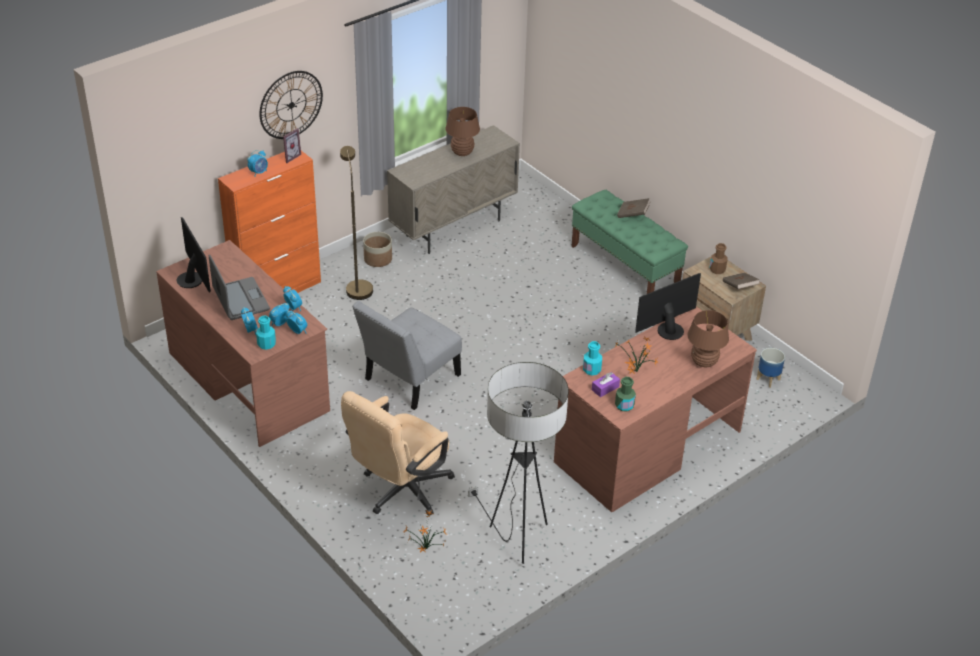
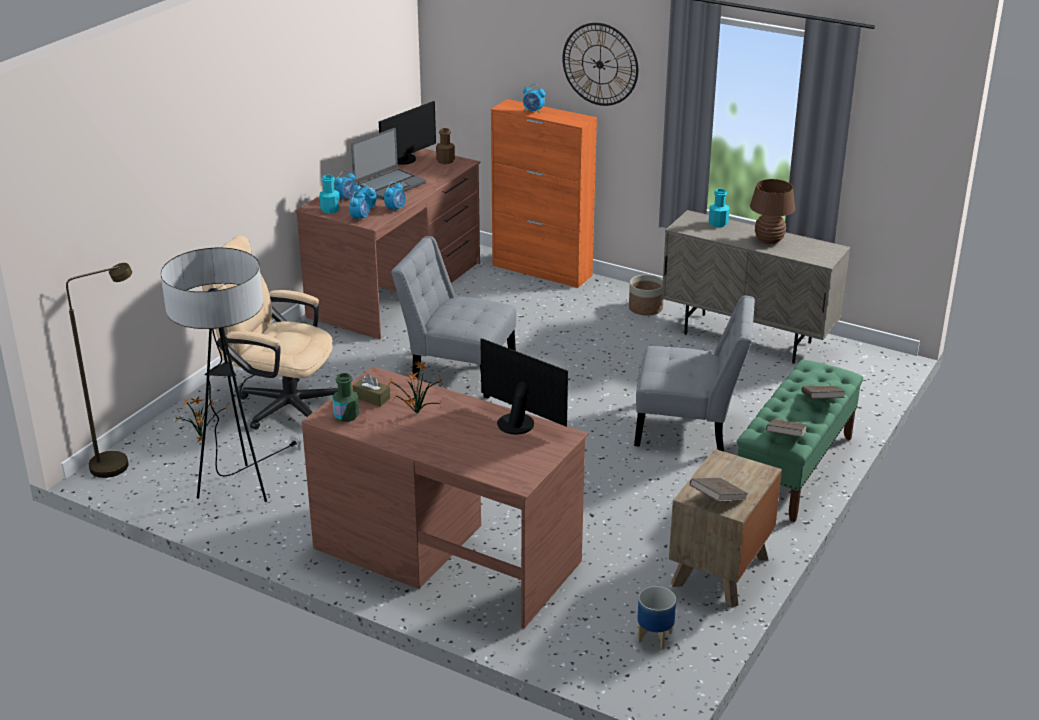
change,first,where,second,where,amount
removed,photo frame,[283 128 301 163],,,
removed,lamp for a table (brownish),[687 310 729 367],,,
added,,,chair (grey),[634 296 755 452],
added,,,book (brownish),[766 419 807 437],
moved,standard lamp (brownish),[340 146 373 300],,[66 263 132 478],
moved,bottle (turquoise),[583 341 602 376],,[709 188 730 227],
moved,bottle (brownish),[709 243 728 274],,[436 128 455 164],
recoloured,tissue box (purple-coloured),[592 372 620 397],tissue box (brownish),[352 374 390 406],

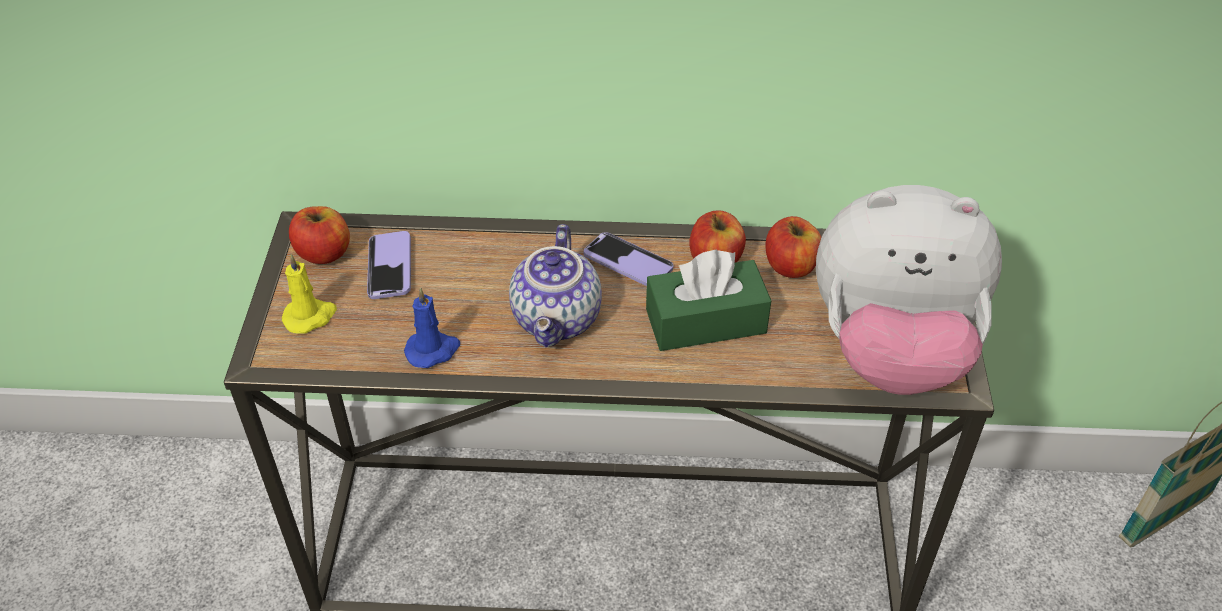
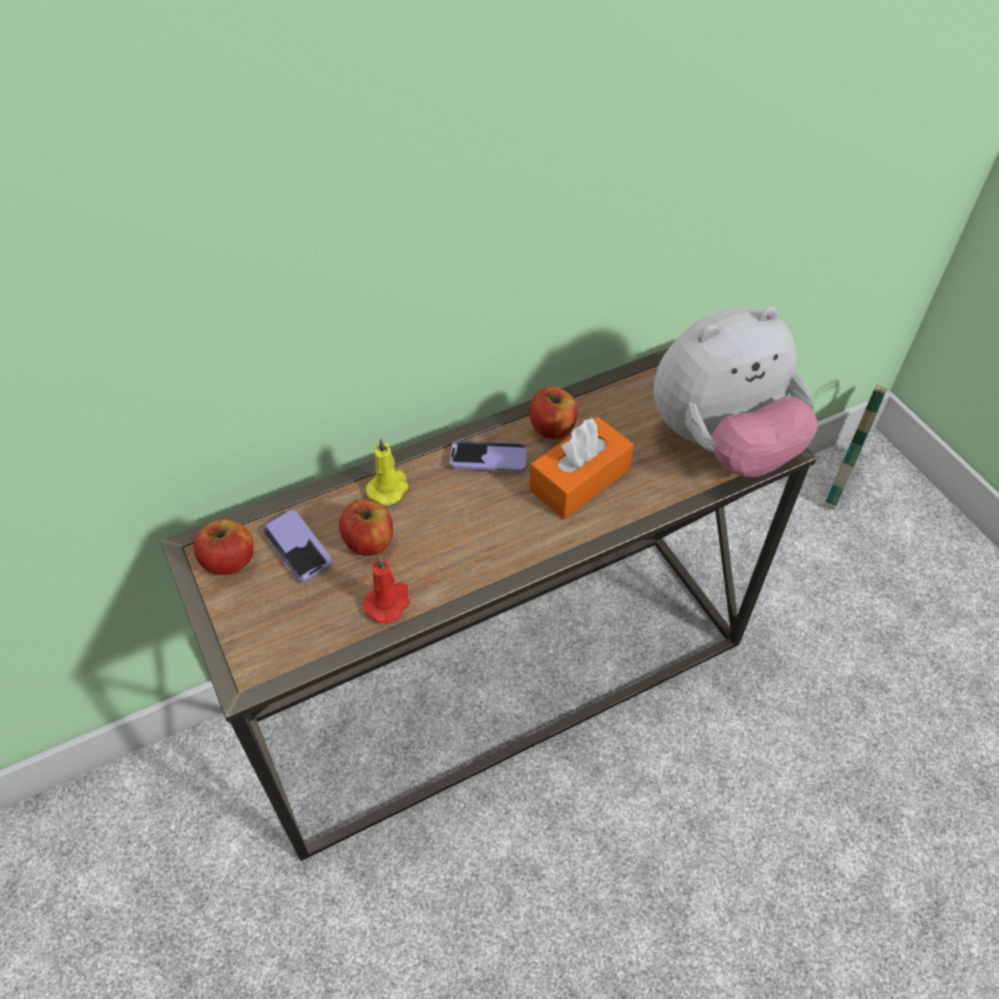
change,first,where,second,where,amount
removed,pot for tea,[509 224 602 347],,,
moved,wax candle (yellowish),[282 254 337 334],,[366 438 409 505],
moved,whole apple,[766 216 821 278],,[339 499 393 556],
recoloured,wax candle (blue),[404 287 460 368],wax candle (red-coloured),[363 556 410 623],
recoloured,tissue box (greenish),[646 250 771 351],tissue box (orangey),[530 417 634 519],

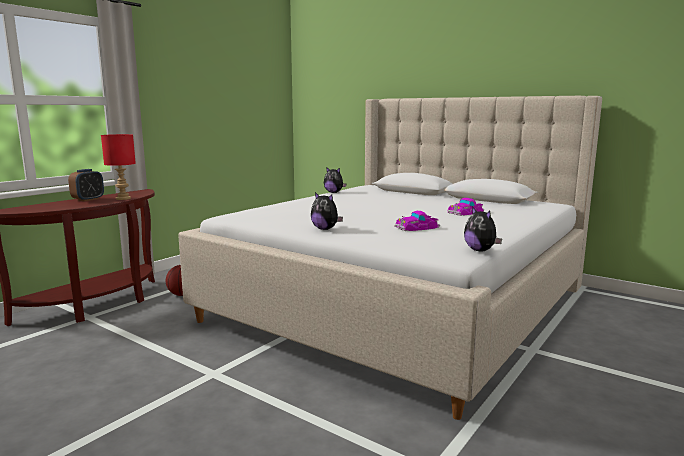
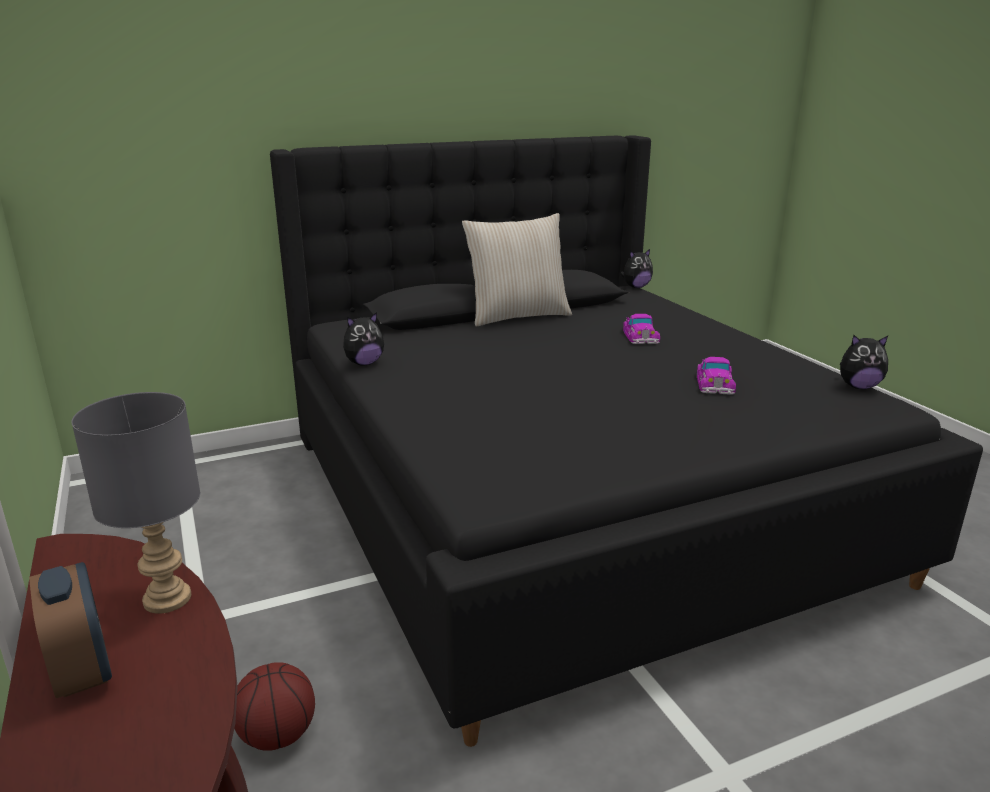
change,first,where,second,where,amount
added,,,throw pillow (beige-coloured),[462 213 572 326],
moved,soft toy,[311 192 343 230],,[620 249 653 288],
recoloured,lamp for a table (red-coloured),[101 134 136 200],lamp for a table (grey),[71 392 200 614],
recoloured,bedroom bed (beige-coloured),[178 96 602 420],bedroom bed (black),[270 135 983 747],

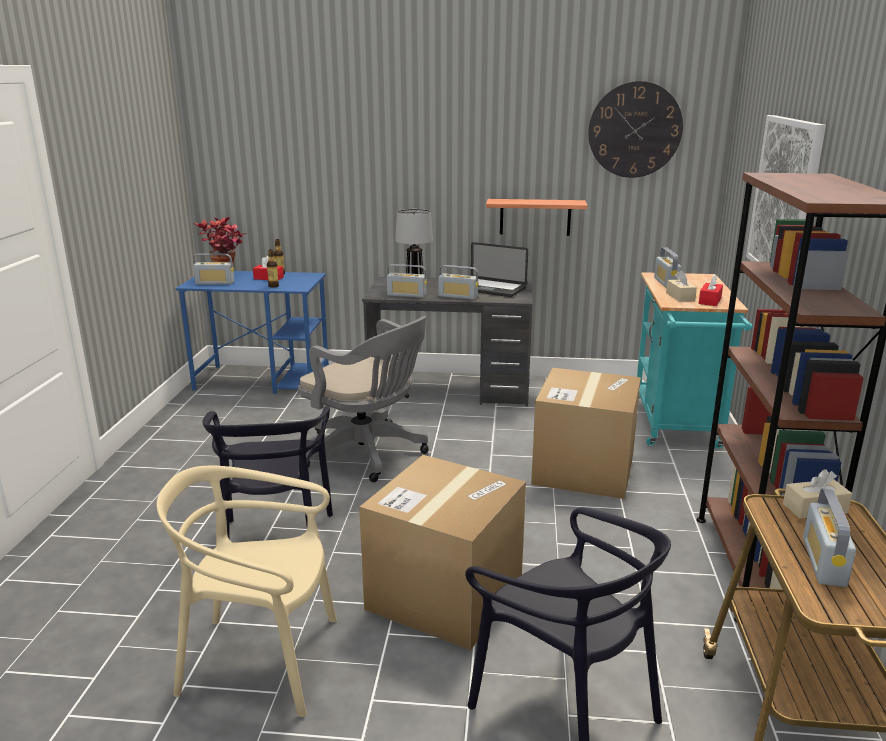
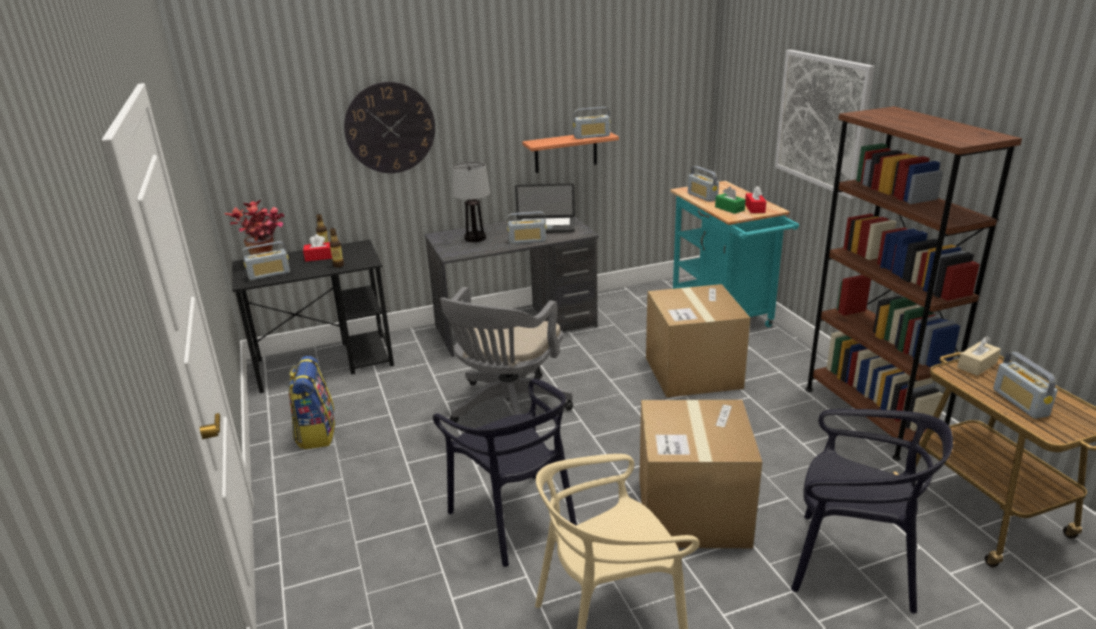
change,first,where,second,where,amount
added,,,backpack,[288 356 335 449],
moved,radio,[387 264 427 298],,[573 107 610 139],
moved,clock on the wall,[588 81 683 178],,[344 82 435 173],
recoloured,desk unit (blue),[175 271 329 394],desk unit (black),[232 240 394 393],
recoloured,tissue box (beige-coloured),[666 270 697 302],tissue box (greenish),[715 187 746 214],
turned,computer chair (grey),[298 316 429 482],,[440 287 573 423],105 degrees clockwise

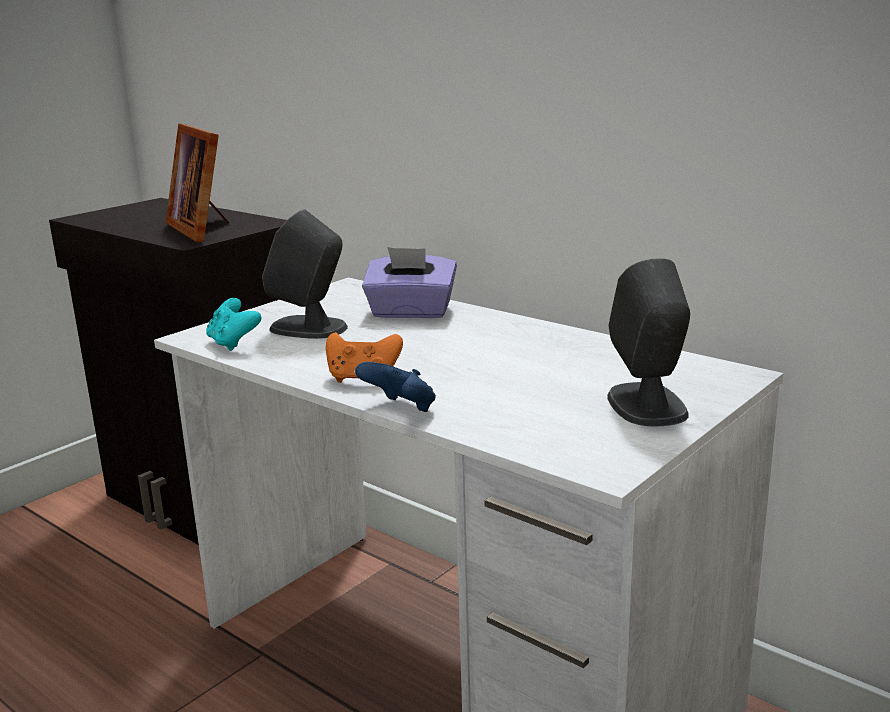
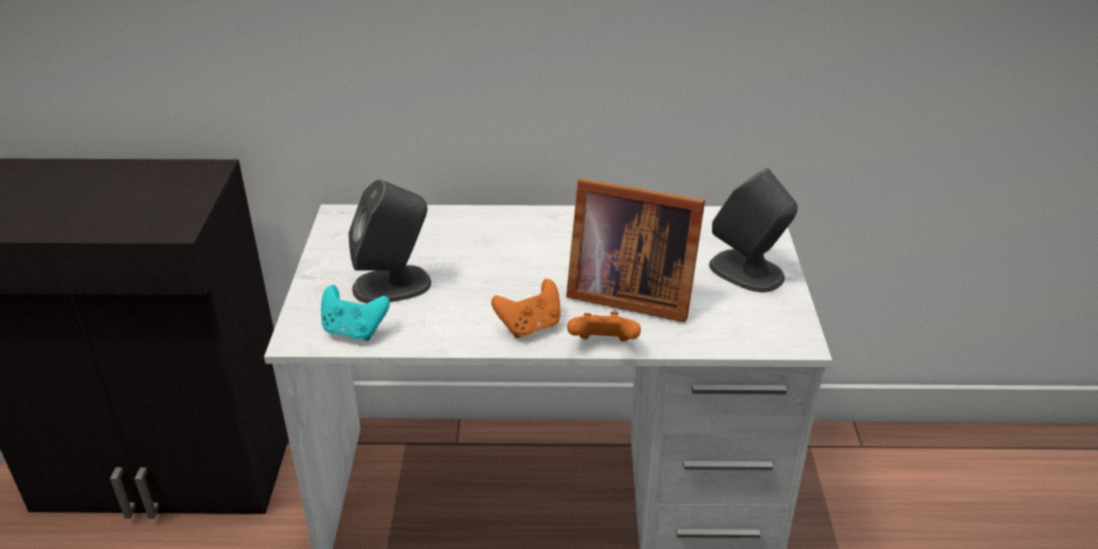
change,first,where,second,where,amount
removed,tissue box (purple-coloured),[362 247 457 318],,,
moved,photo frame,[166 123 229 242],,[566 178 705 323],
recoloured,gamepad (blue),[355 362 436 412],gamepad (orangey),[567 311 641 342],

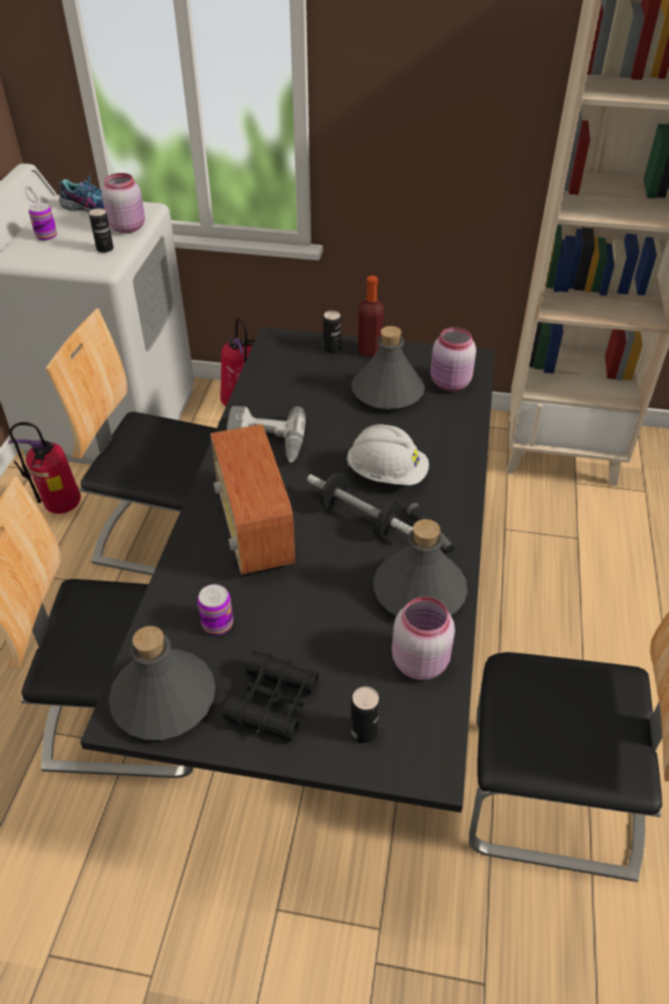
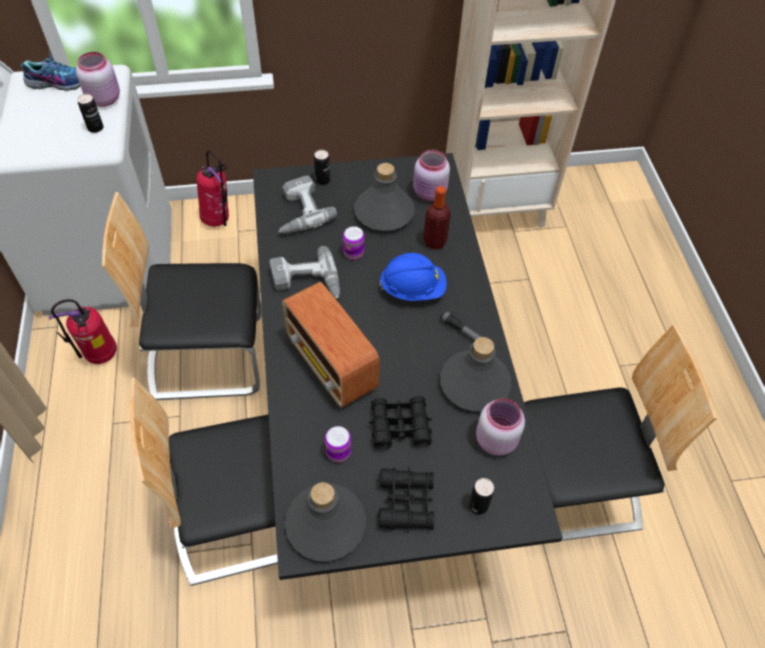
change,first,where,second,where,amount
removed,free weight,[307 473 413 537],,,
added,,,drill,[278 175 337 233],
added,,,binoculars (black),[369 396 432 450],
moved,metal can,[29 203 57 241],,[343 226 364 260],
moved,bottle,[358 276 384 356],,[423 186 451 250],
recoloured,safety helmet (whitish),[346 424 429 485],safety helmet (blue),[379 253 447 301],

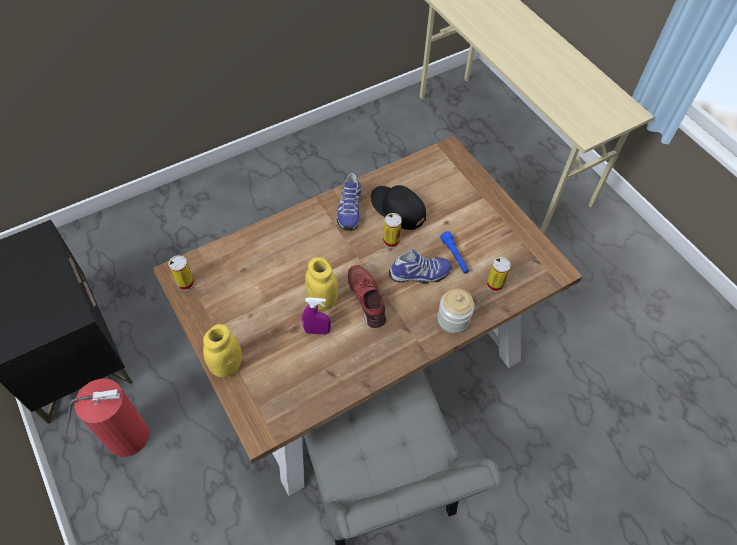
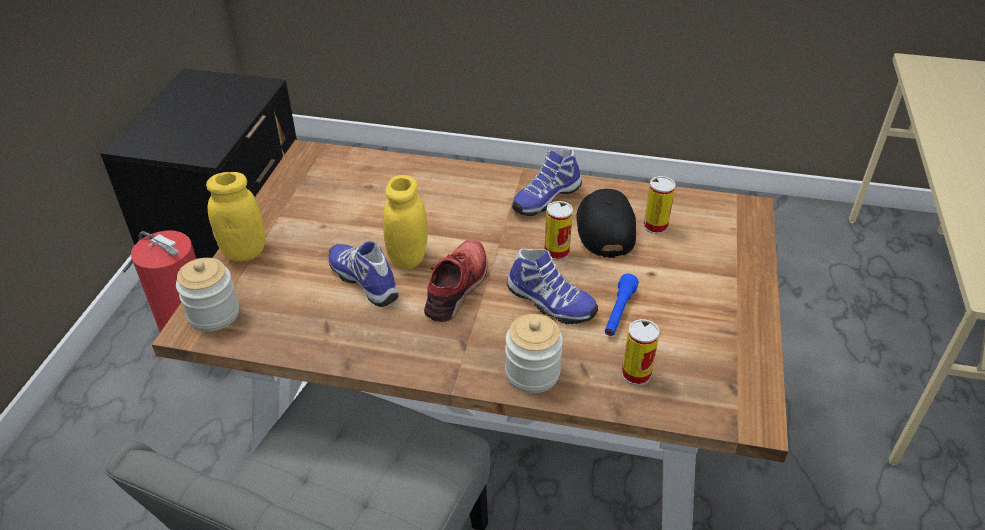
change,first,where,second,where,amount
added,,,storage jar,[176 258 239 332],
moved,metal can,[169 255 194 291],,[643 176 675 234],
replaced,sprayer (purple-coloured),[302 298 331 335],low shoe,[328 241 399 307],

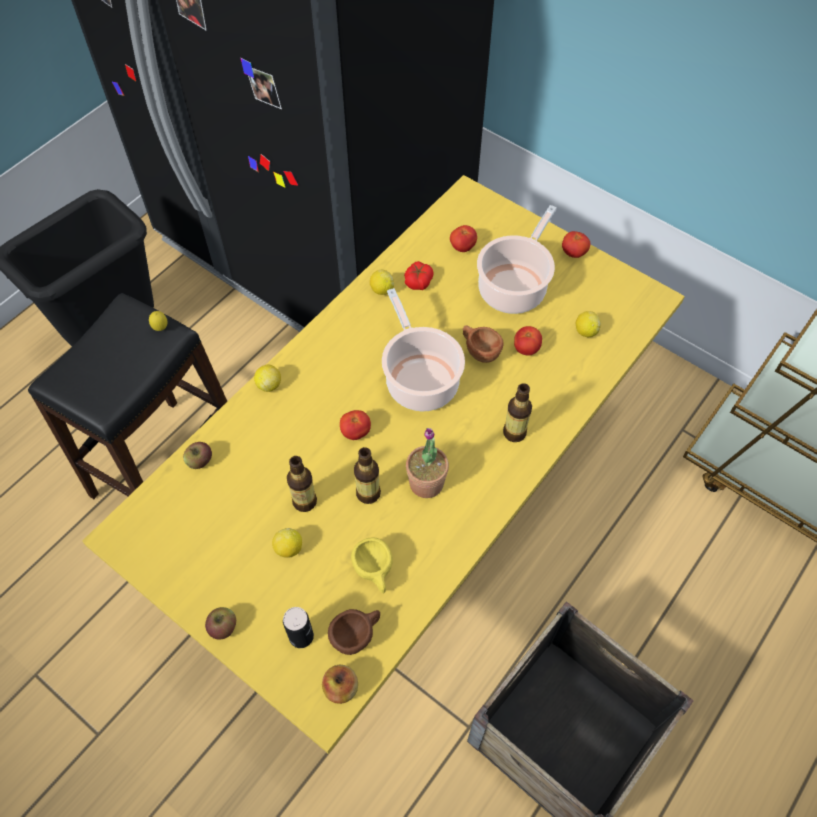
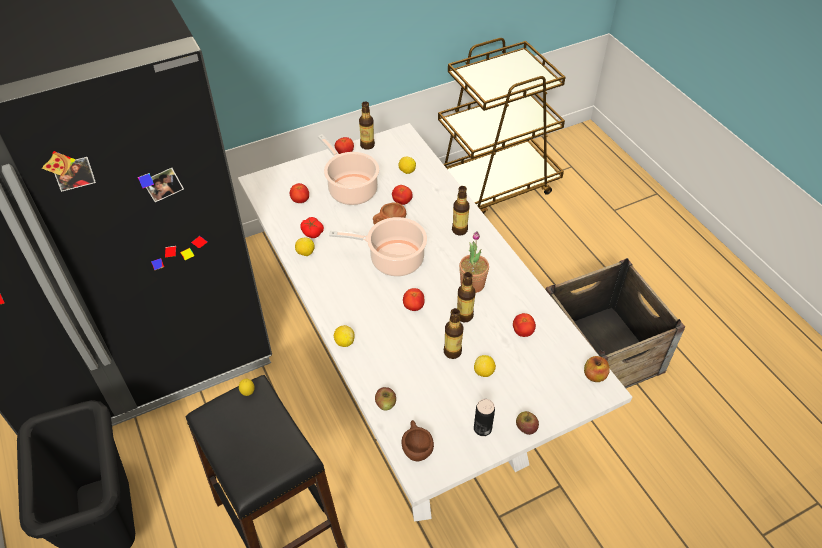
change,first,where,second,where,amount
added,,,bottle,[359 101 375 150],
moved,metal can,[283 607 314 648],,[474 399 495 436],
moved,small cup (brownish),[328 609 380 655],,[402 420 434 461],
replaced,small cup (yellowish),[351 537 393 593],tomato,[513 313 536 337],
recoloured,dining table (yellowish),[82 175 685 754],dining table (whitish),[238 123 632 522],

